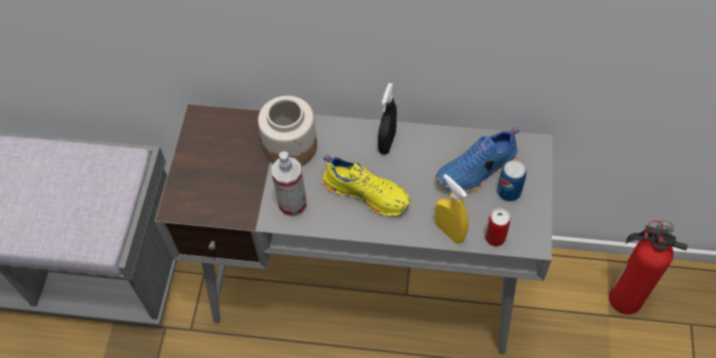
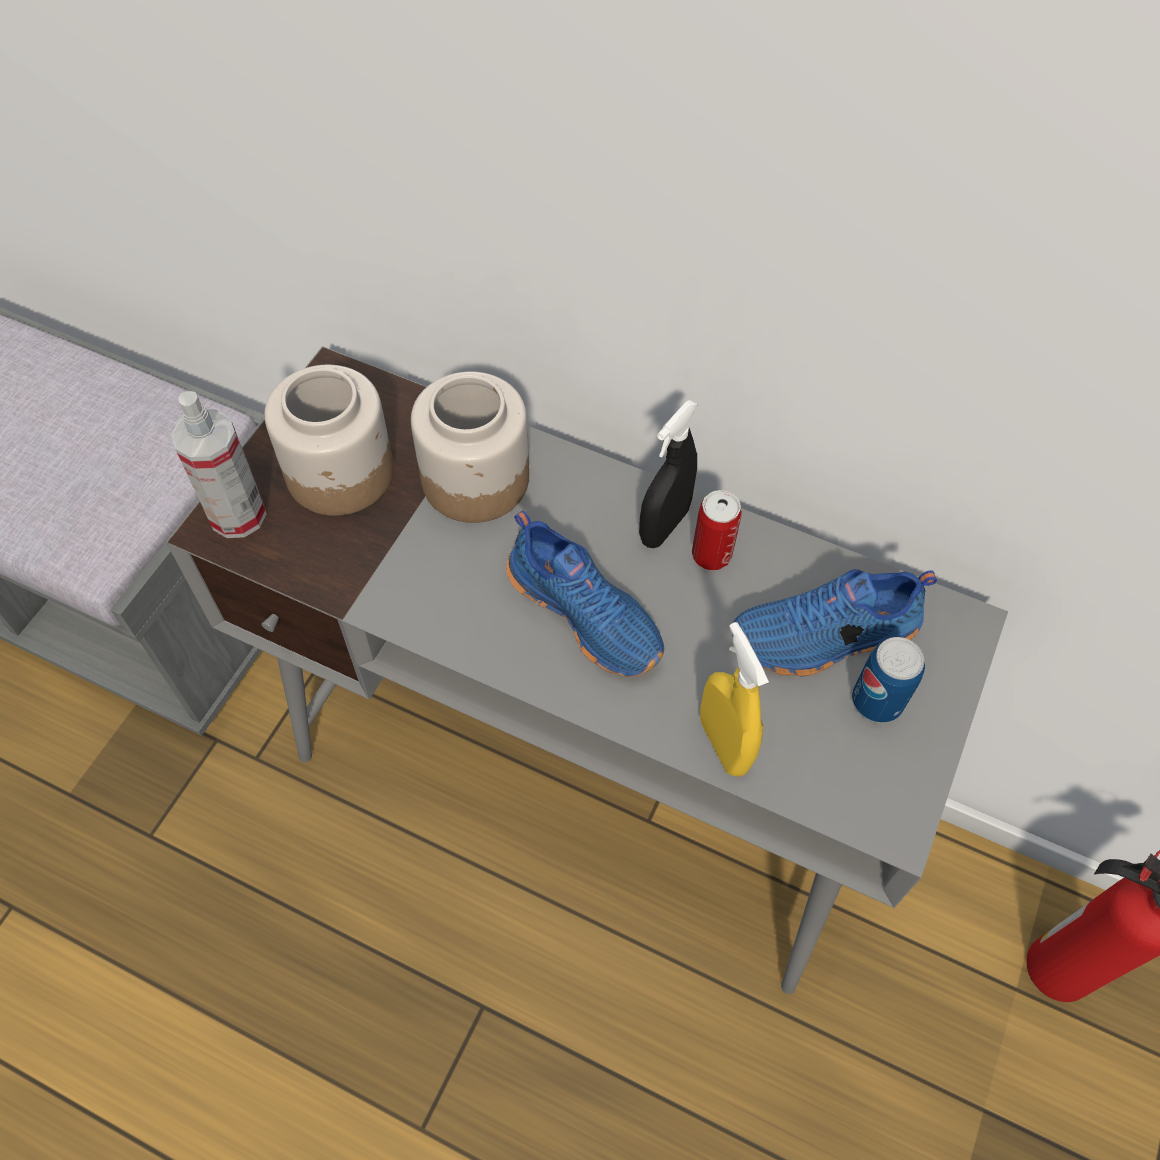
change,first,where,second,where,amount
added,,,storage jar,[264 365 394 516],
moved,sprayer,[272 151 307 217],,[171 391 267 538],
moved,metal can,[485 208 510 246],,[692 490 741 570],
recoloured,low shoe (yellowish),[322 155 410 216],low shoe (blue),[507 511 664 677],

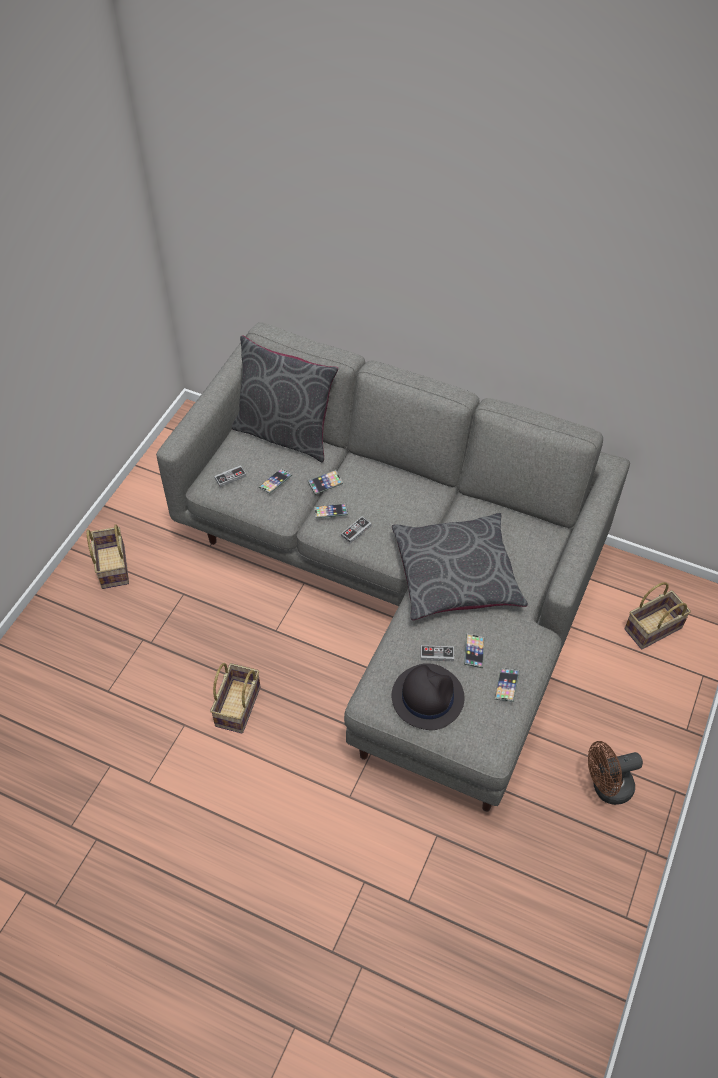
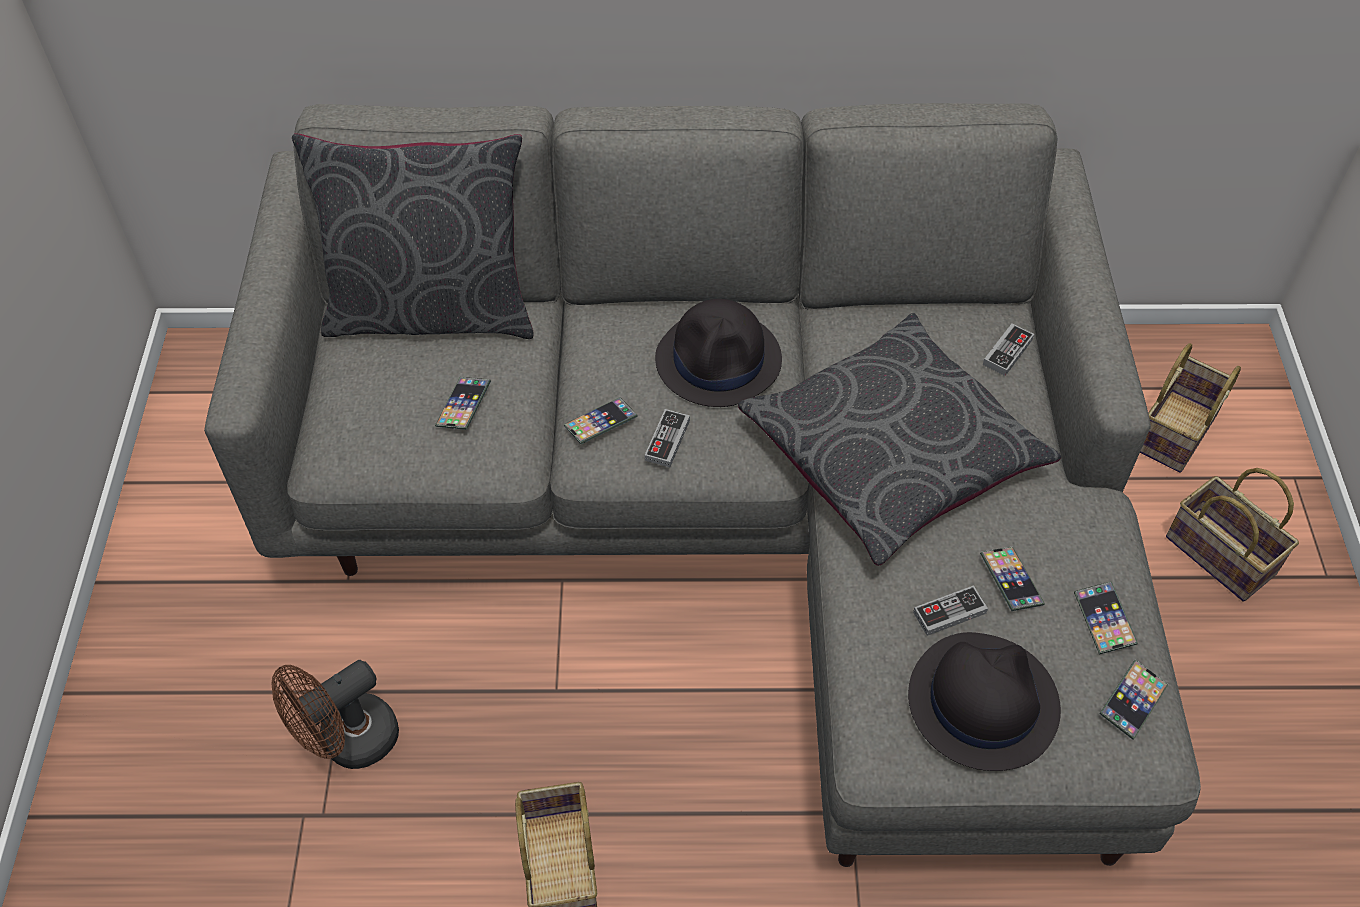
change,first,where,second,where,amount
added,,,clothing hat (black),[655 299 782 407],
moved,storage basket,[86 524 129 589],,[1166 468 1299 602],
moved,gamepad,[214 465 246 487],,[983 323 1034 376],
moved,phone,[308 470 343 495],,[1099 659 1168 740],
moved,electric fan (brownish),[588 741 643 805],,[271 660 399 769],

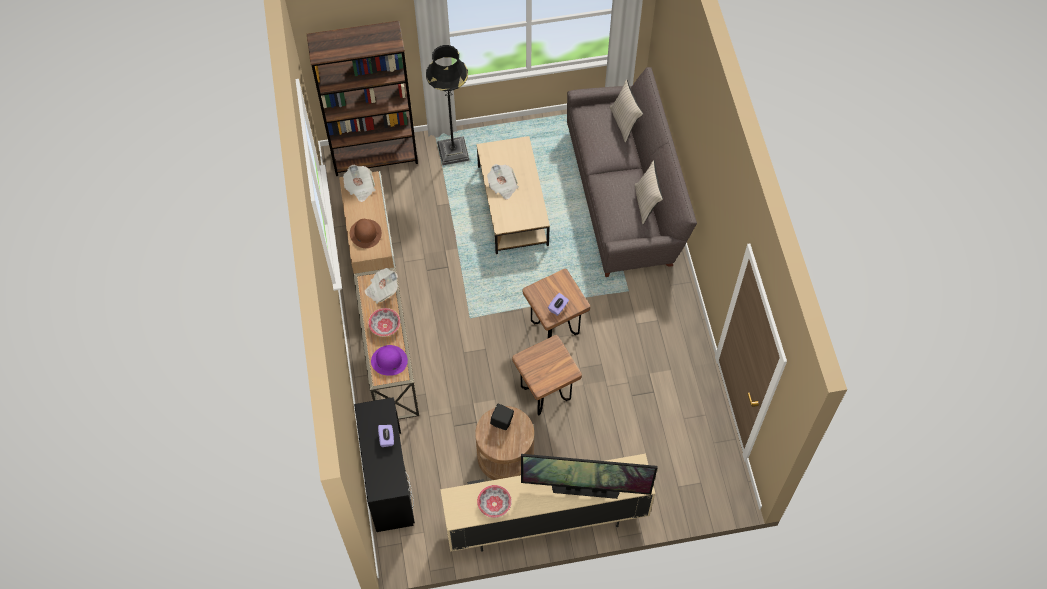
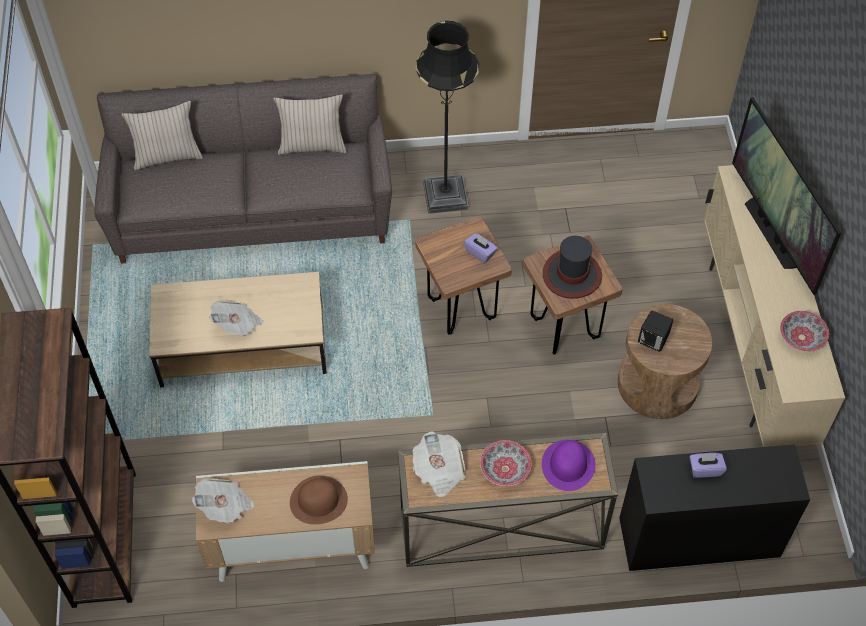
change,first,where,second,where,amount
added,,,clothing hat,[543 236 602 299],
moved,standard lamp (black),[426 45 469 165],,[415 21 479 214],
turned,TV set,[521 454 658 499],,[732 97 841 295],150 degrees clockwise

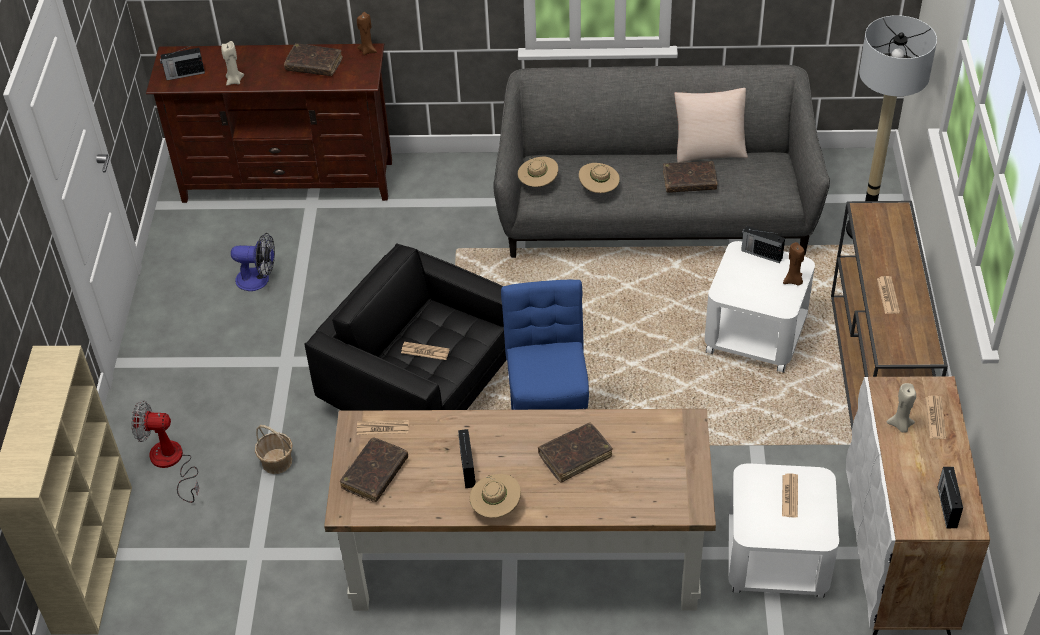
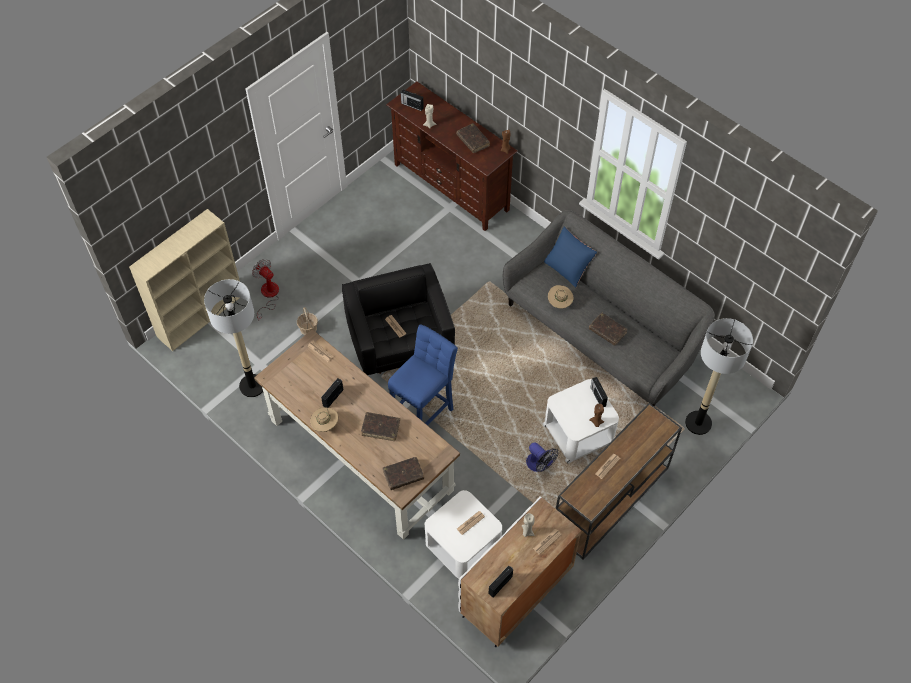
change,first,where,second,where,amount
removed,clothing hat (beige-coloured),[518 156 558 187],,,
removed,throw pillow (beige-coloured),[674 88 748 163],,,
added,,,standard lamp,[204 279 263 397],
added,,,throw pillow (blue),[544 227 597 288],
moved,electric fan,[231 233 275 291],,[526 442 558 472],
moved,book (brownish),[340 437 408 502],,[383 457 424 490],

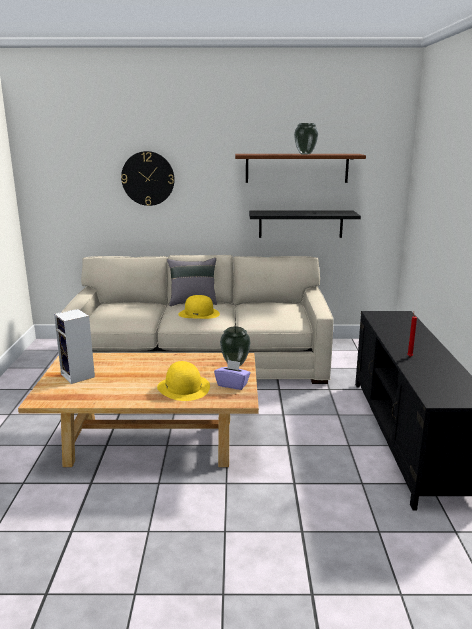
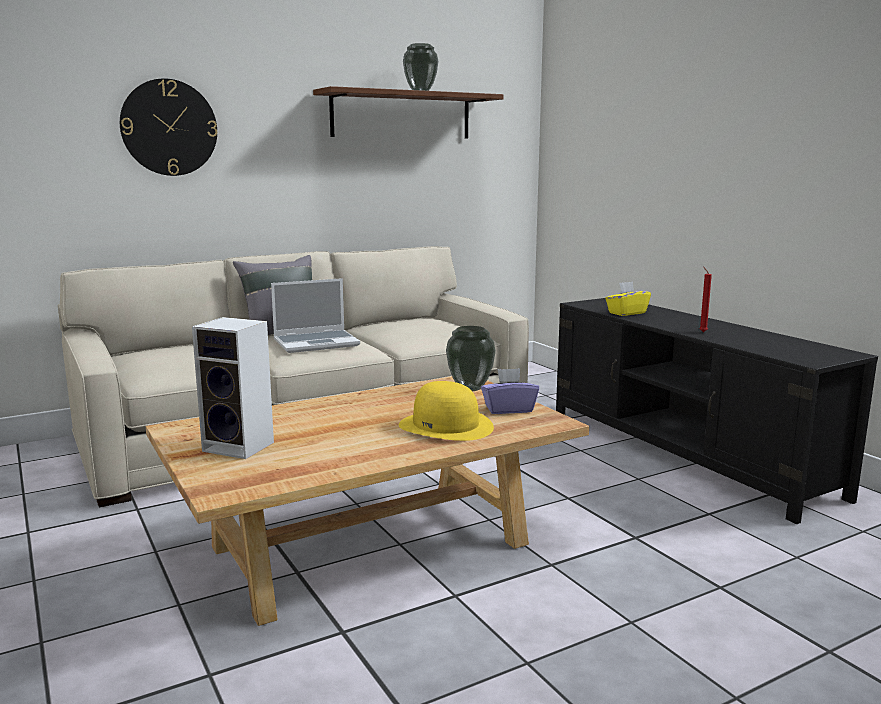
change,first,where,second,where,amount
removed,wall shelf (black),[249 211 361 238],,,
added,,,tissue box (yellowish),[605 281 651 316],
replaced,clothing hat (yellowish),[179 295 220 319],portable computer,[271 278 360 353],

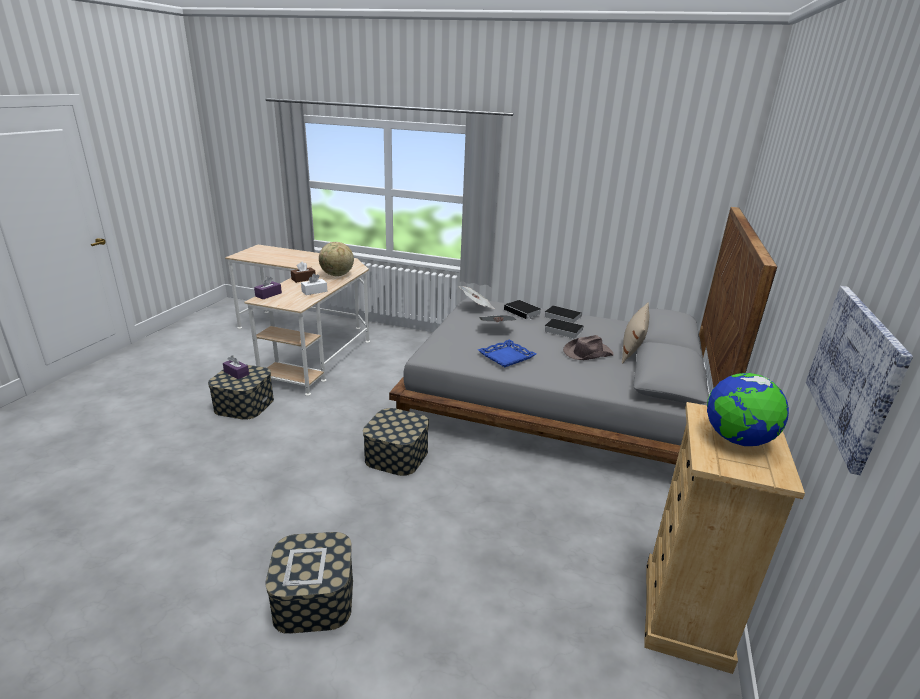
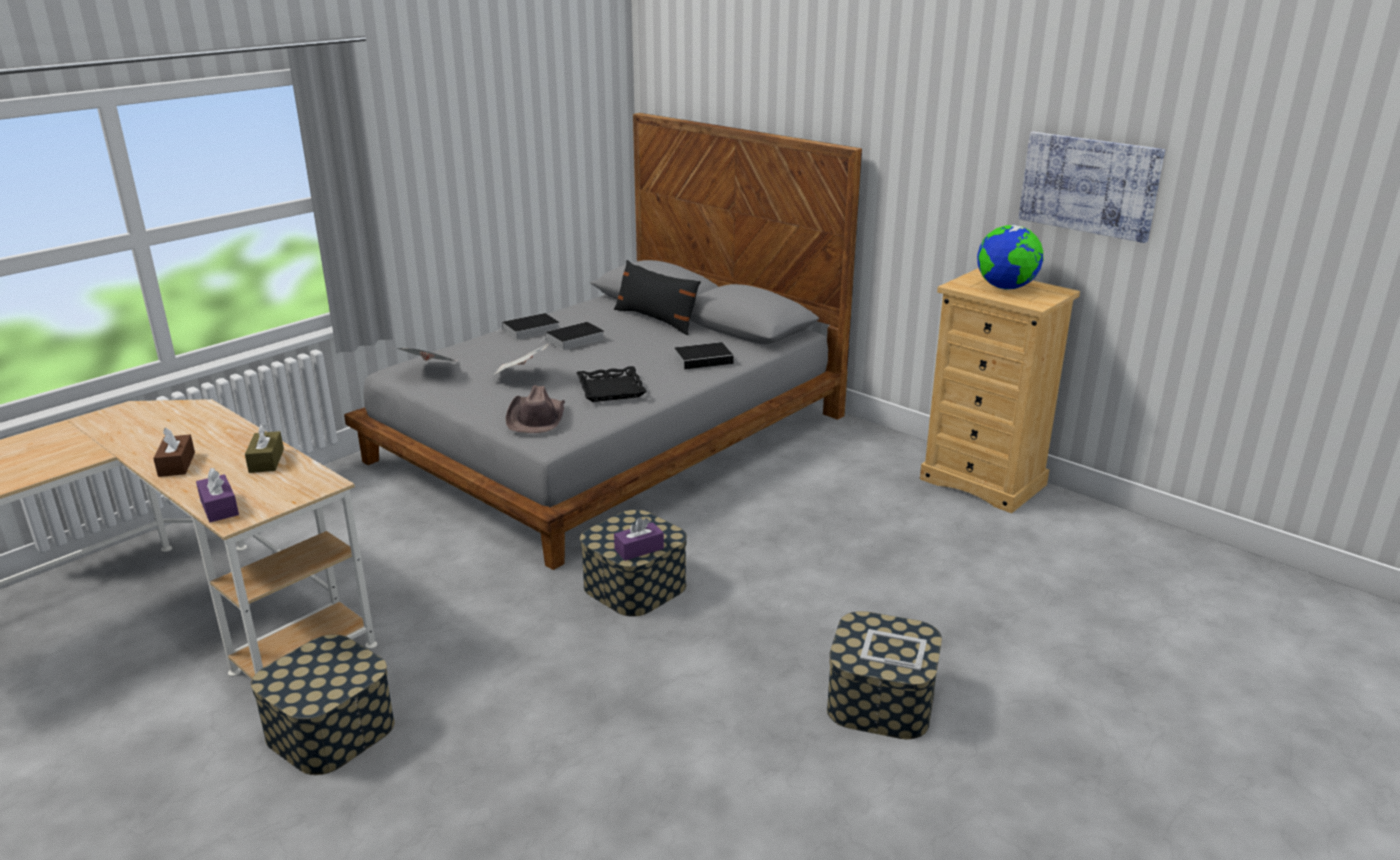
change,first,where,second,where,amount
removed,world globe,[319 242 354 276],,,
moved,tissue box (purple-coloured),[223 355 249 379],,[614 518 664 561],
moved,book,[504 300 541 321],,[674 342 742 370],
moved,clothing hat (brownish),[563 335 614 360],,[506 385 565 433],
recoloured,tissue box (whitish),[301 273 327 295],tissue box (brownish),[245 423 284 473],
recoloured,carrying tray (blue),[478 339 536 367],carrying tray (black),[576 366 647 402],
recoloured,throw pillow (beige-coloured),[622 303 650 364],throw pillow (black),[614 260 701 335],

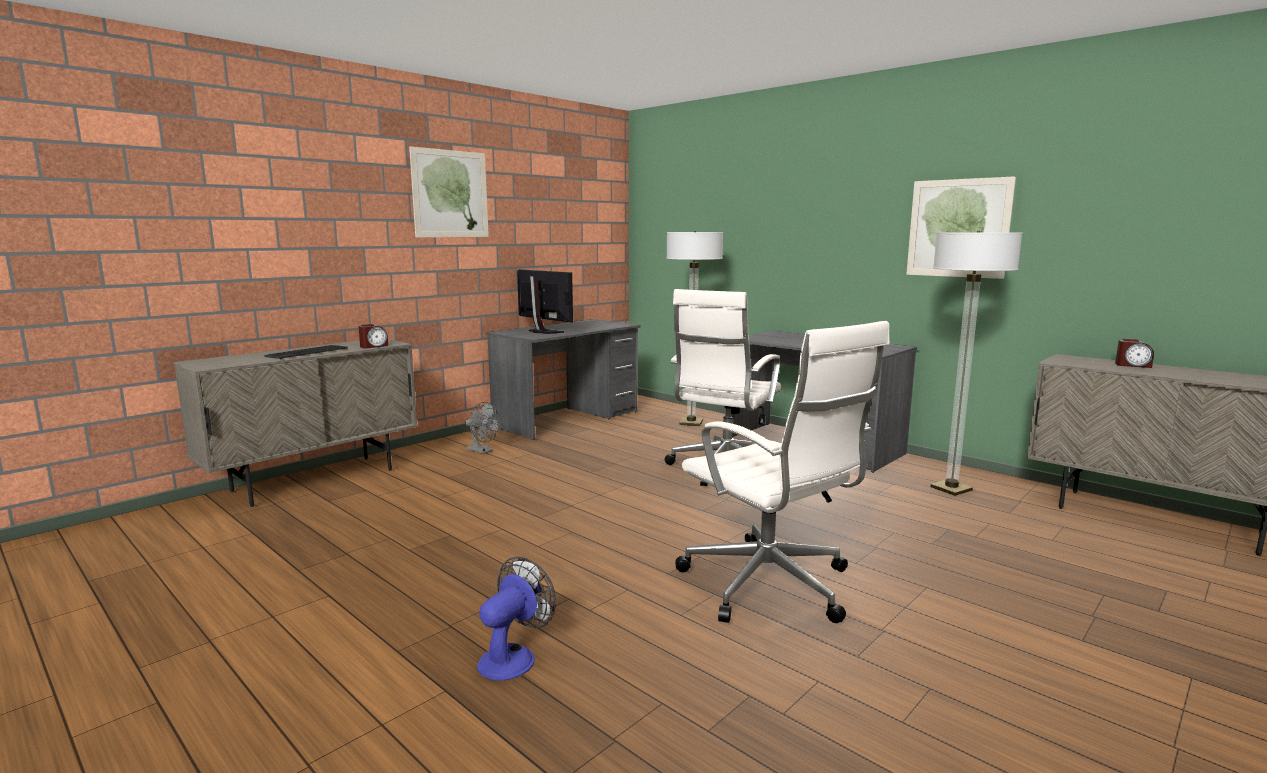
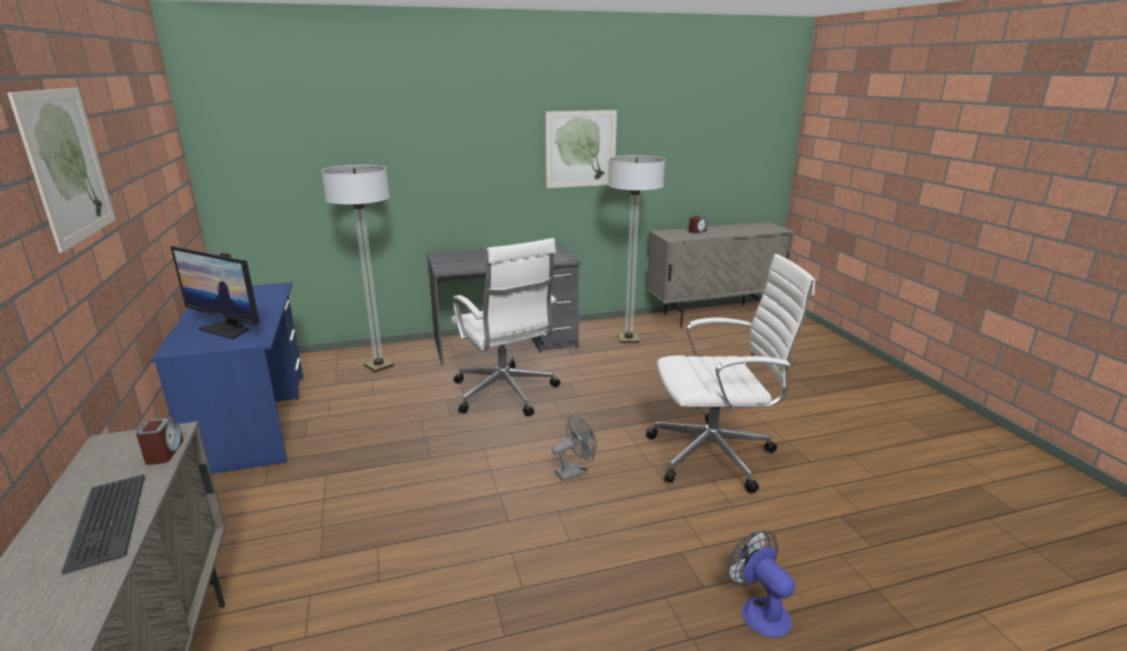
change,first,where,second,where,amount
moved,electric fan (grey),[465 402 500 454],,[552 415 597 481],
recoloured,desk unit (grey),[486 319 641 440],desk unit (blue),[151 282 303 474],
turned,computer screen,[517 269 573 334],,[171 246 259 339],135 degrees counterclockwise

